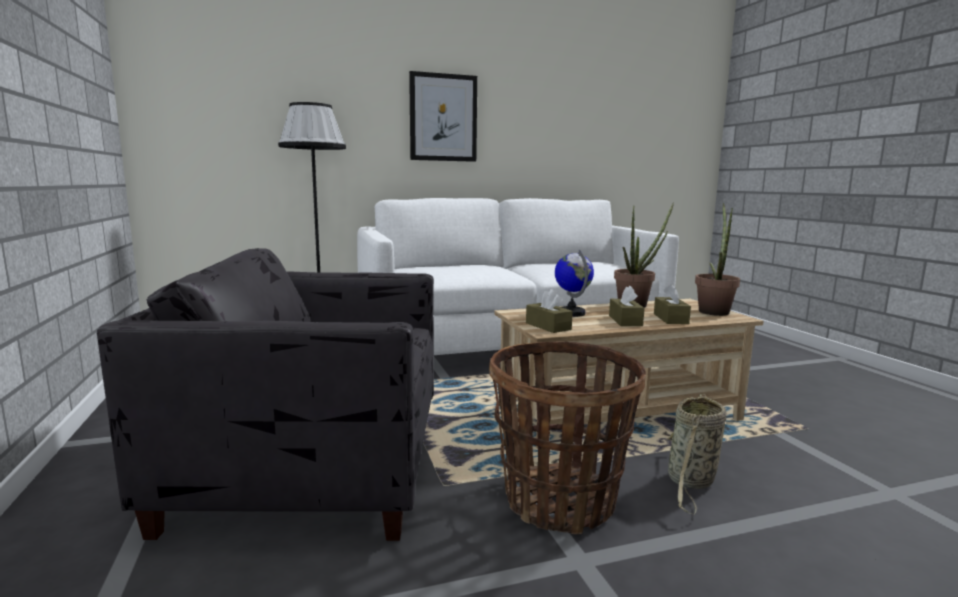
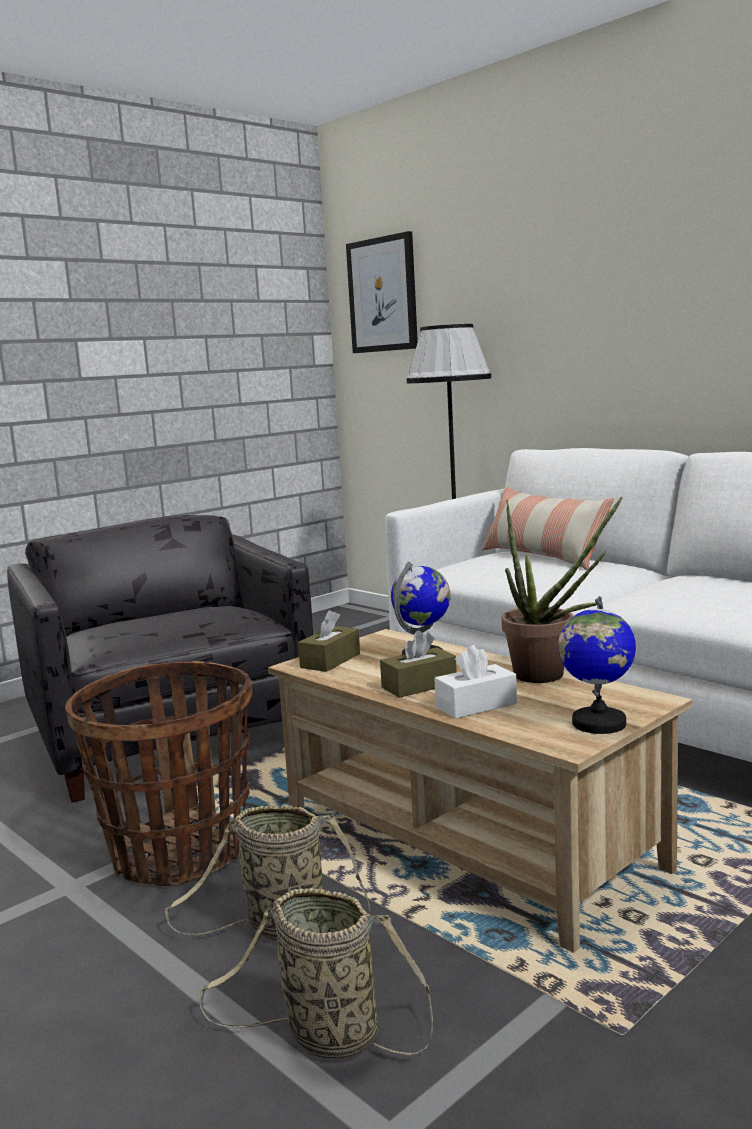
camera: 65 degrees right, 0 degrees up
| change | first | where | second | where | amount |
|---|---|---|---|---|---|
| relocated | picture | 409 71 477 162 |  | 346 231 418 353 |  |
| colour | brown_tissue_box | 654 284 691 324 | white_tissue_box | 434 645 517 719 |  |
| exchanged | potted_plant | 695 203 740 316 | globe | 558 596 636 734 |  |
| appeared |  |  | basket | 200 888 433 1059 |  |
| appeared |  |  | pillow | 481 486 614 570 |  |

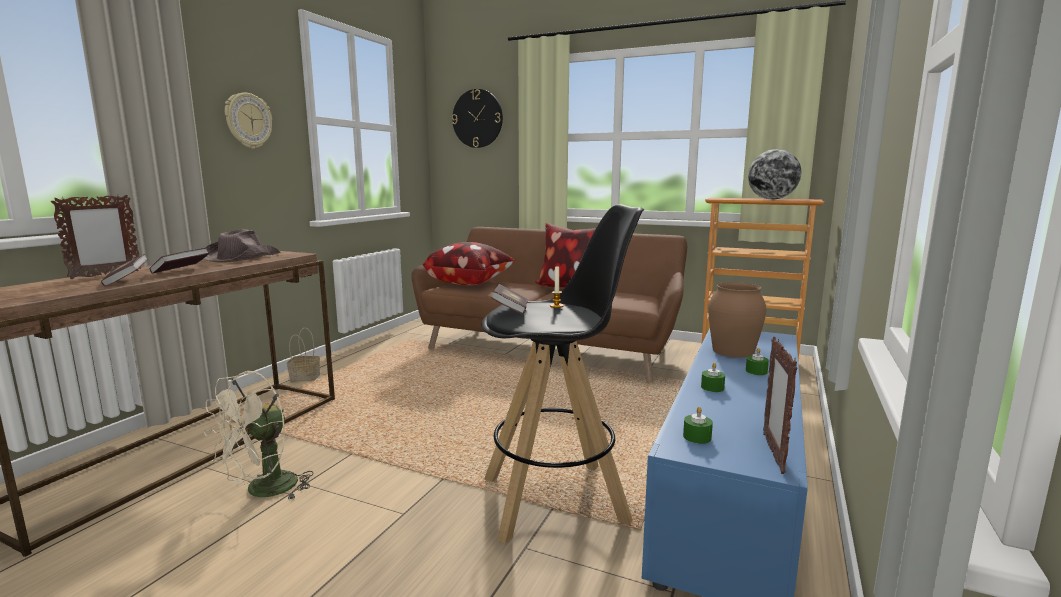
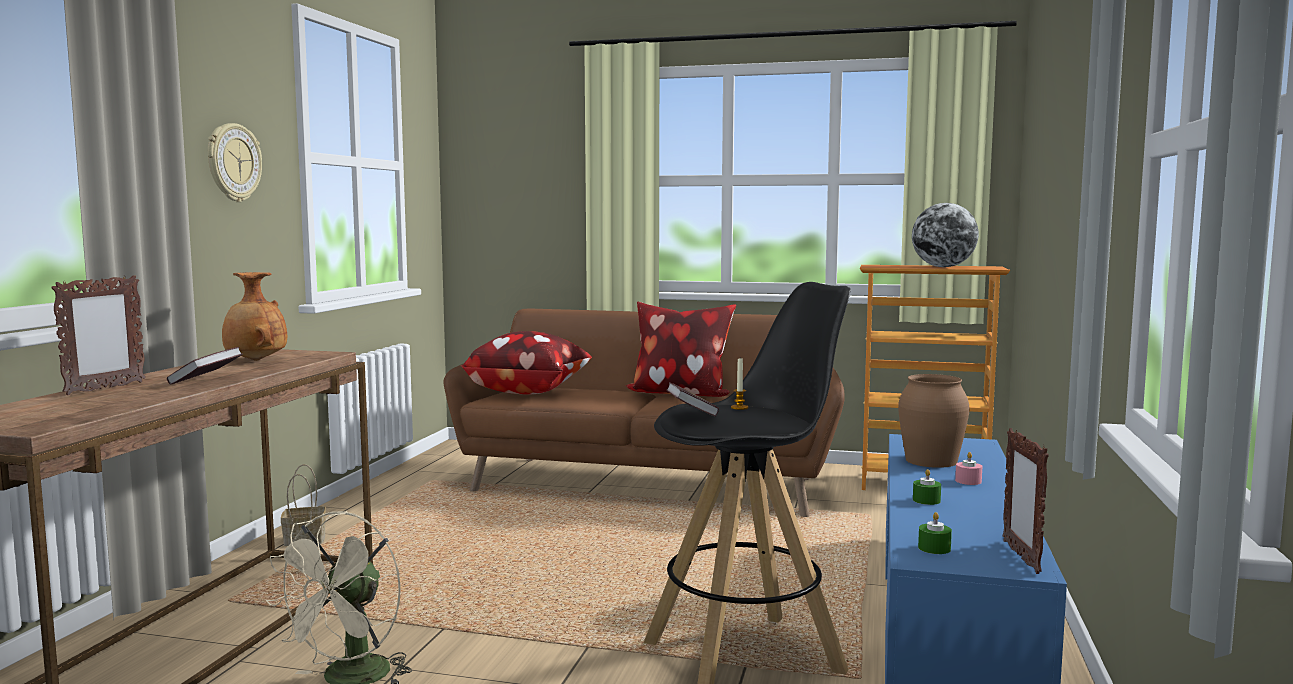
camera: 10 degrees left, 5 degrees down
| change | first | where | second | where | amount |
|---|---|---|---|---|---|
| missing | book | 101 254 148 286 |  |  |  |
| exchanged | brown_hat | 202 229 281 263 | brown_vase | 222 272 287 361 |  |
| missing | wall_clock | 452 89 503 148 |  |  |  |
| colour | green_candle | 746 348 769 375 | pink_candle | 955 452 982 485 |  |

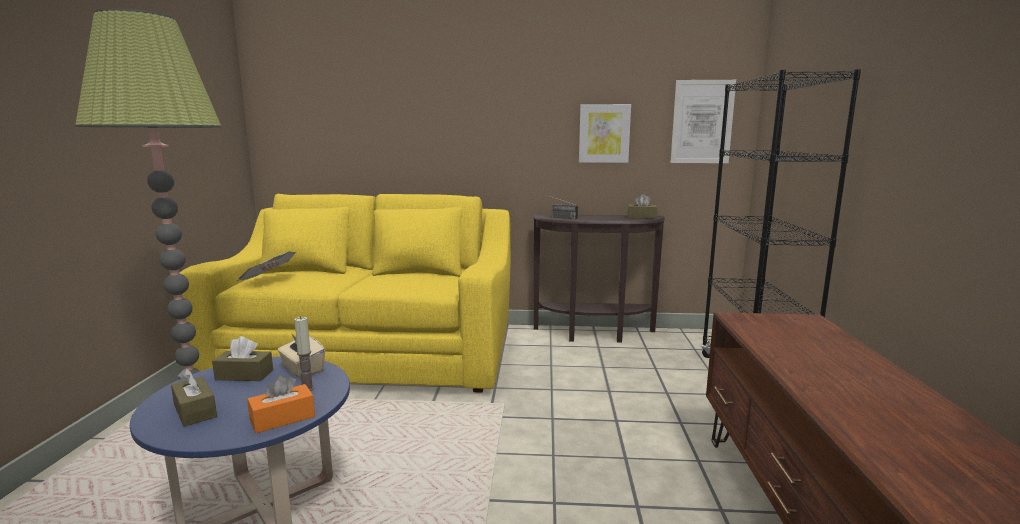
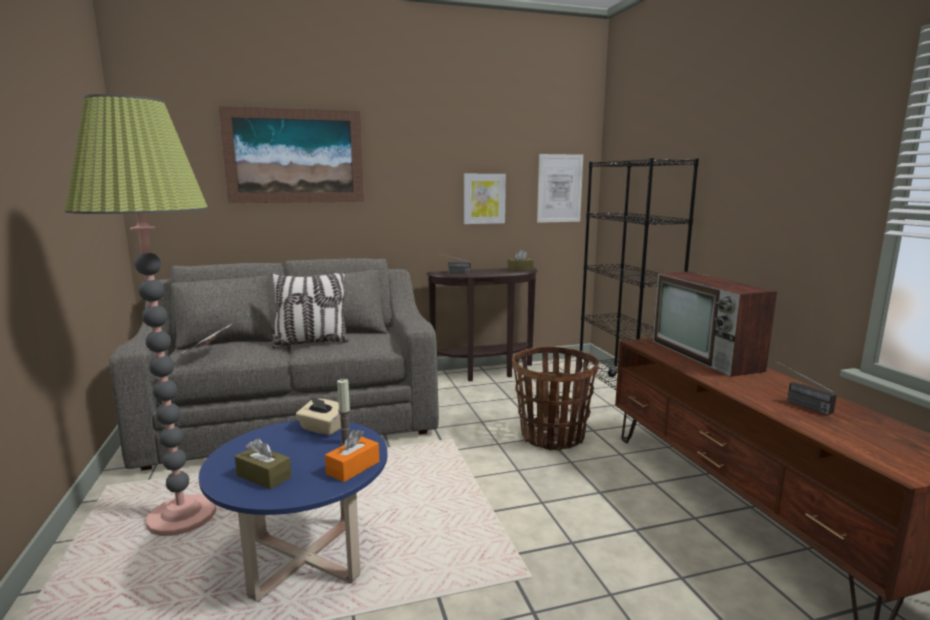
camera: 20 degrees left, 0 degrees up
| change | first | where | second | where | amount |
|---|---|---|---|---|---|
| colour | yellow_sofa | 179 194 511 393 | grey_sofa | 109 259 439 471 |  |
| missing | brown_tissue_box | 212 336 273 381 |  |  |  |
| appeared |  |  | picture | 219 106 364 203 |  |
| appeared |  |  | pillow | 271 272 349 348 |  |
| appeared |  |  | basket | 512 346 599 450 |  |
| appeared |  |  | television | 653 271 777 377 |  |
| appeared |  |  | radio | 775 361 837 415 |  |

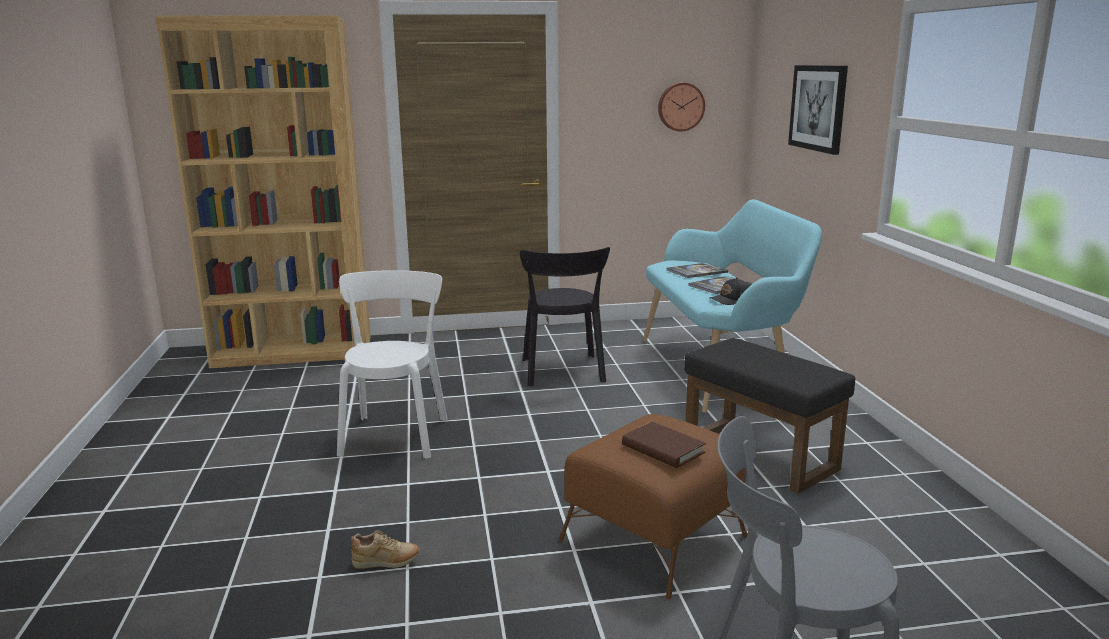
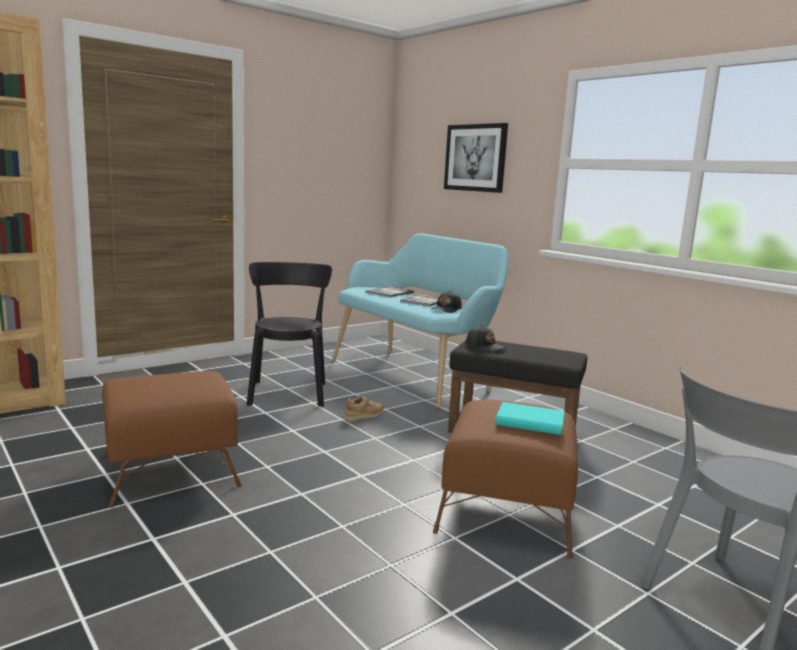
camera: 30 degrees left, 5 degrees down
| change | first | where | second | where | amount |
|---|---|---|---|---|---|
| exchanged | white_chair | 337 270 448 459 | brown_ottoman | 102 371 242 508 |  |
| relocated | beige_shoe | 351 530 420 569 |  | 344 395 384 422 |  |
| spun | black_chair | 520 247 610 386 |  | 247 262 332 407 | 150 degrees counterclockwise |
| colour | brown_book | 622 422 706 468 | turquoise_book | 496 402 565 435 |  |
| missing | wall_clock | 658 83 705 131 |  |  |  |
| appeared |  |  | black_cap | 466 325 506 352 |  |

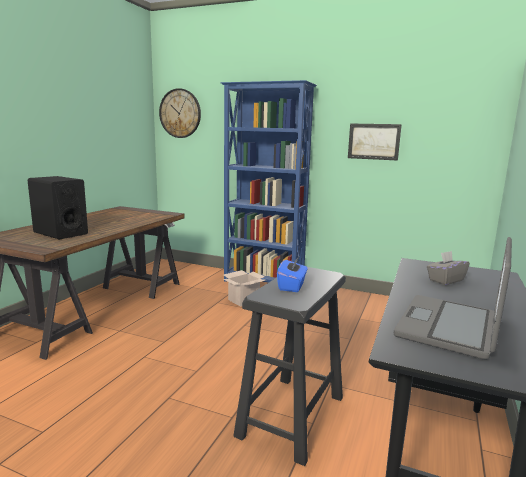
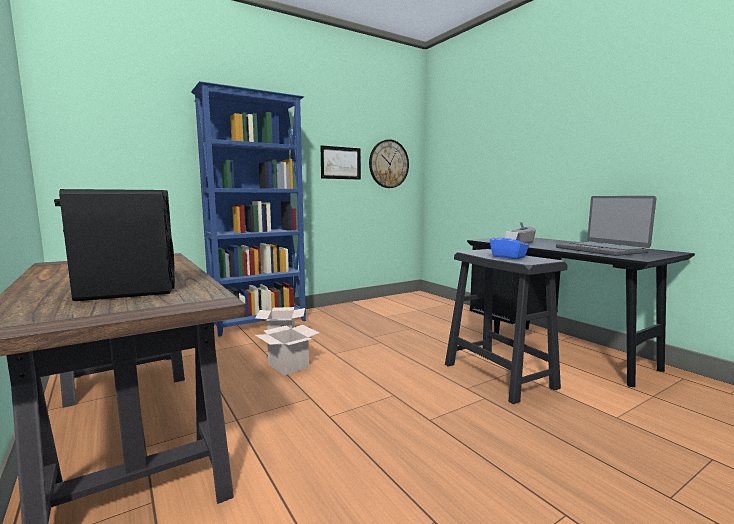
camera: 55 degrees left, 5 degrees down
| change | first | where | second | where | amount |
|---|---|---|---|---|---|
| relocated | wall_clock | 159 88 201 138 |  | 369 139 409 188 |  |
| appeared |  |  | cardboard_box | 255 325 319 375 |  |

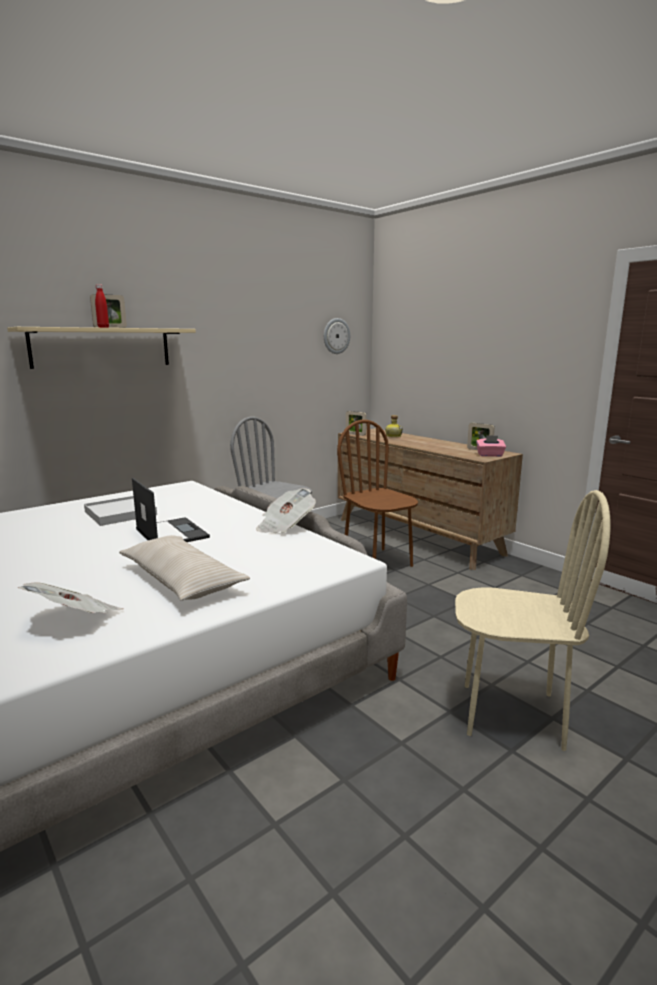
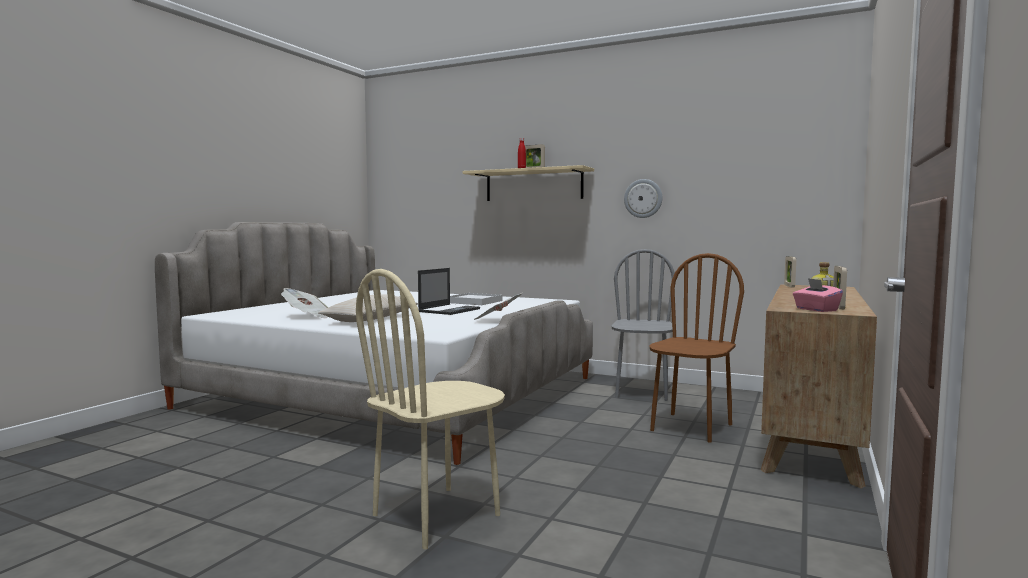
camera: 65 degrees right, 10 degrees down
| change | first | where | second | where | amount |
|---|---|---|---|---|---|
| relocated | wall_clock | 324 318 350 354 |  | 624 179 662 218 |  |
| spun | beige_chair | 455 490 611 751 |  | 356 269 505 550 | 60 degrees clockwise |

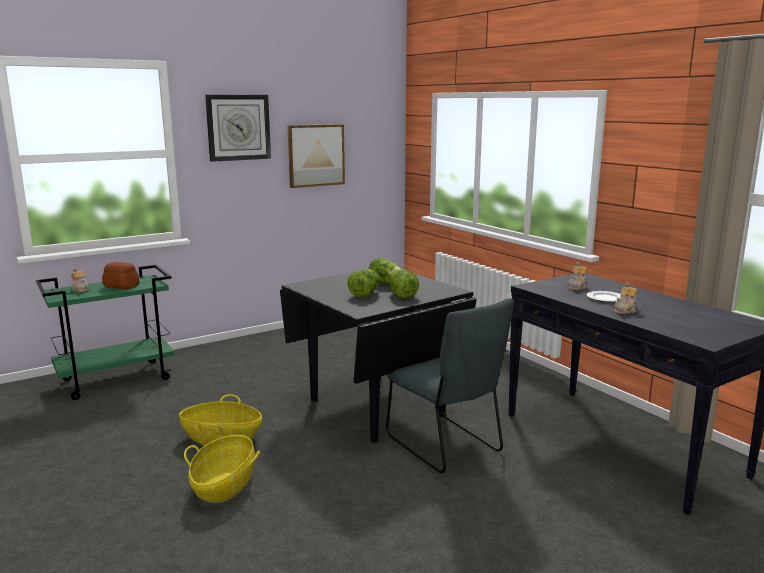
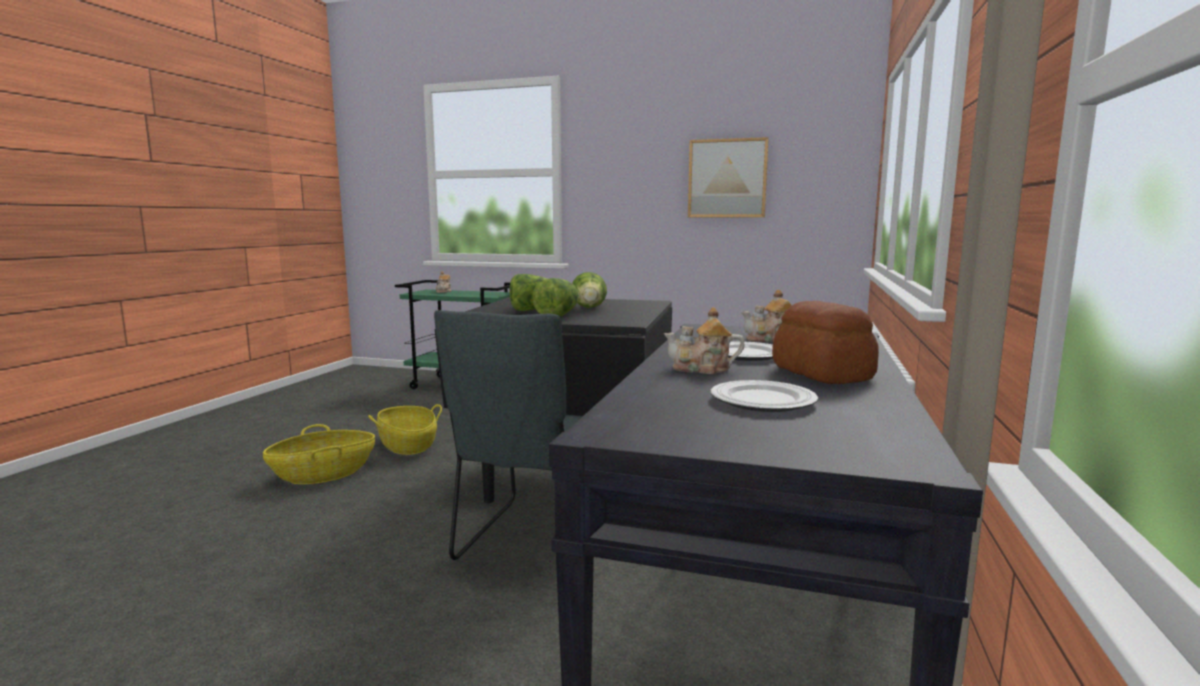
camera: 50 degrees right, 5 degrees down
| change | first | where | second | where | amount |
|---|---|---|---|---|---|
| relocated | bread | 102 262 139 289 |  | 772 301 879 384 |  |
| missing | wall_clock | 205 94 271 162 |  |  |  |
| appeared |  |  | plate | 711 380 818 412 |  |

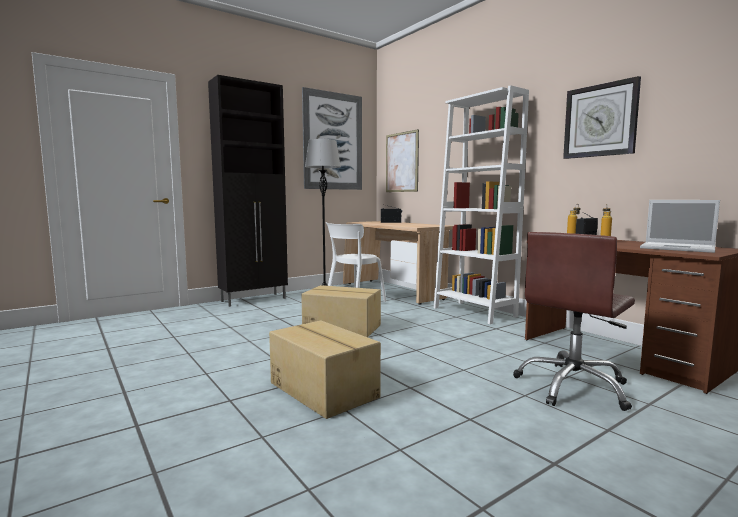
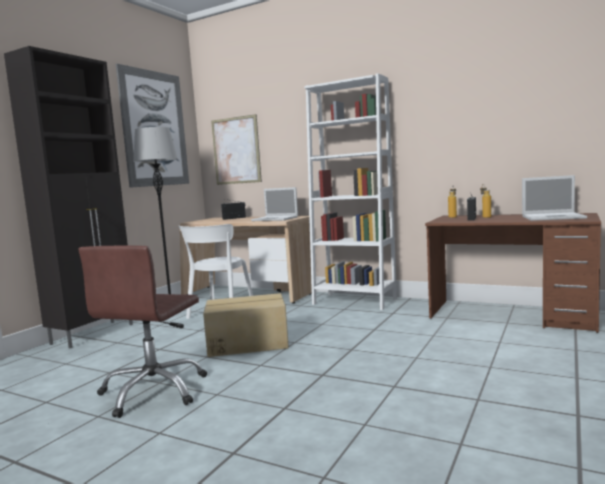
camera: 25 degrees left, 0 degrees up
| change | first | where | second | where | amount |
|---|---|---|---|---|---|
| missing | cardboard_box | 269 320 381 419 |  |  |  |
| relocated | brown_office_chair | 513 232 635 411 |  | 79 245 207 418 |  |
| missing | wall_clock | 563 76 641 159 |  |  |  |
| appeared |  |  | laptop | 251 187 298 221 |  |

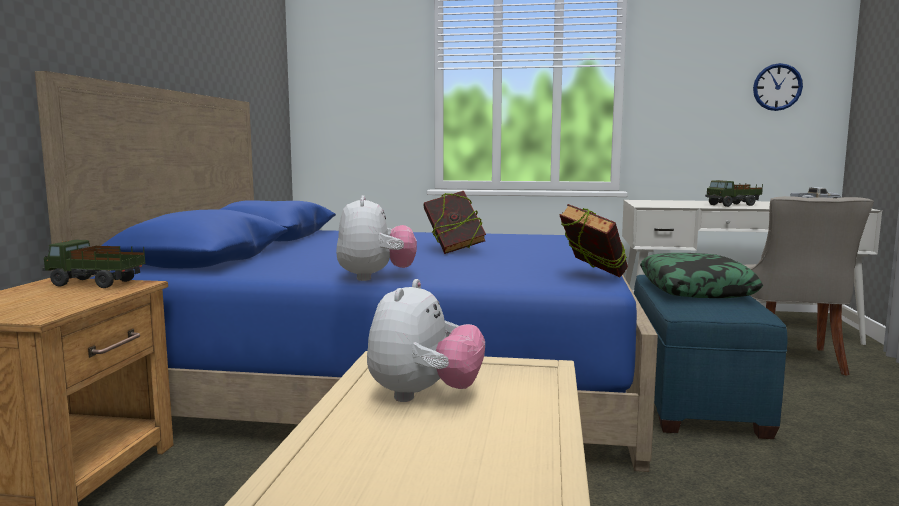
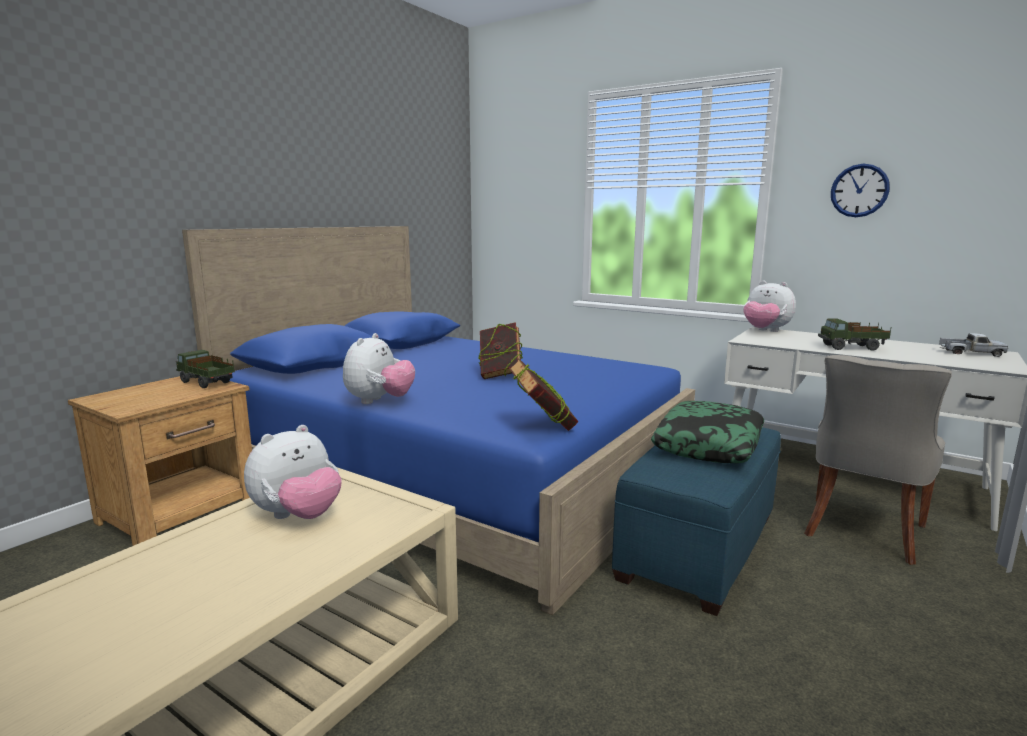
camera: 25 degrees right, 5 degrees up
| change | first | where | second | where | amount |
|---|---|---|---|---|---|
| relocated | wall_clock | 753 63 803 111 |  | 831 164 890 217 |  |
| appeared |  |  | plush_toy | 743 281 796 332 |  |

